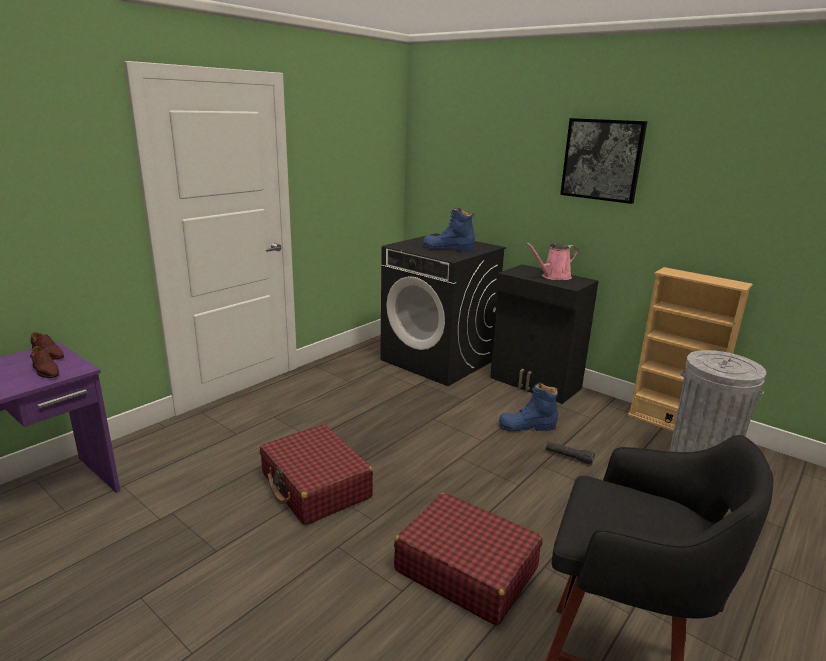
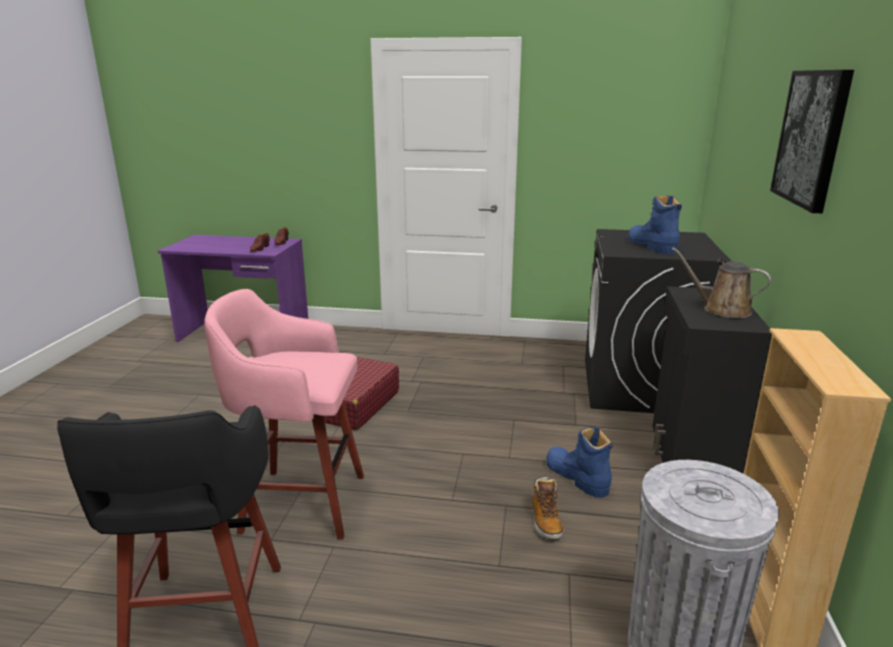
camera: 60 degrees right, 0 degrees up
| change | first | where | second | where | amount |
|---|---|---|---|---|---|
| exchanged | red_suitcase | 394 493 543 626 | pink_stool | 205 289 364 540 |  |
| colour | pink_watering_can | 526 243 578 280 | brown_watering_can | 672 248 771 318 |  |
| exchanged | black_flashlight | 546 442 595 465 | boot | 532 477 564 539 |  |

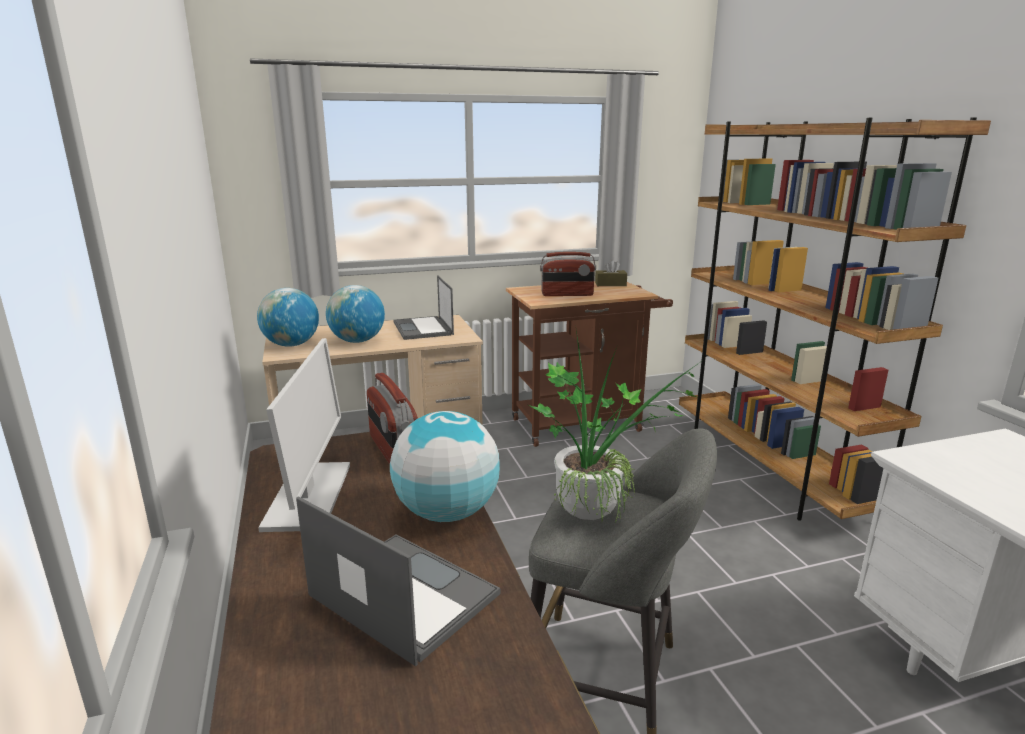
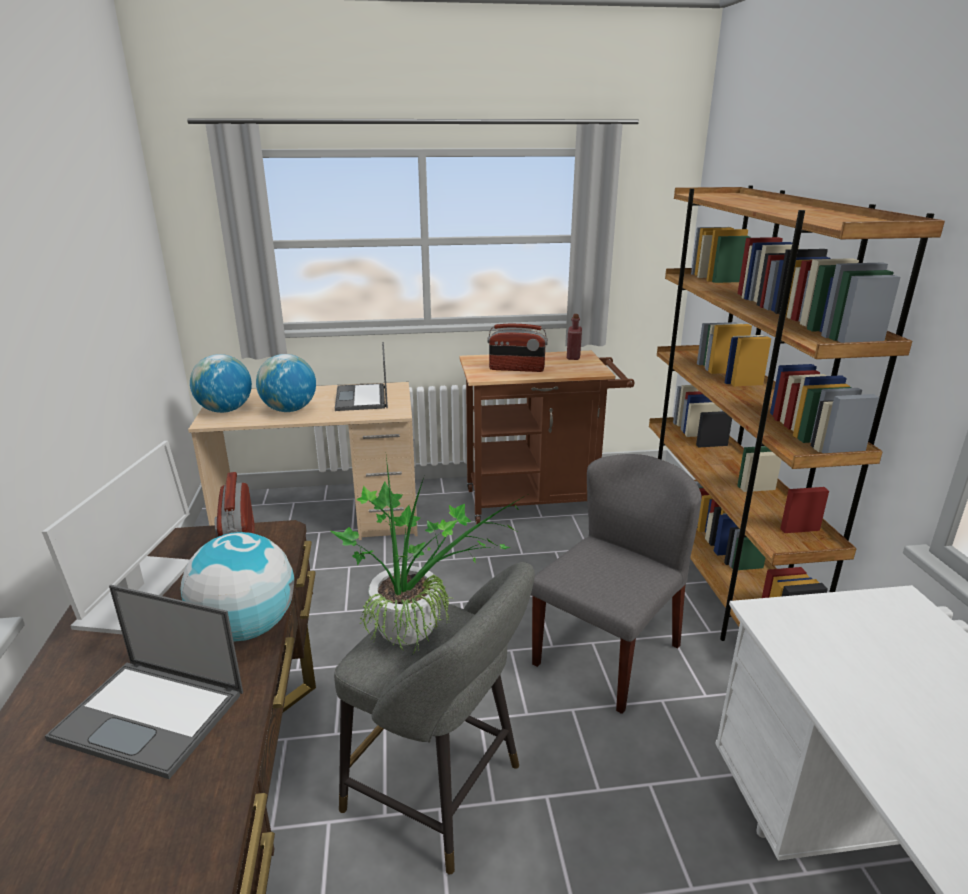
camera: 10 degrees right, 5 degrees up
| change | first | where | second | where | amount |
|---|---|---|---|---|---|
| spun | laptop | 296 496 500 666 |  | 45 585 243 779 | 150 degrees clockwise |
| exchanged | brown_tissue_box | 595 260 627 286 | red_bottle | 567 314 582 360 |  |
| appeared |  |  | grey_chair | 531 454 702 714 |  |

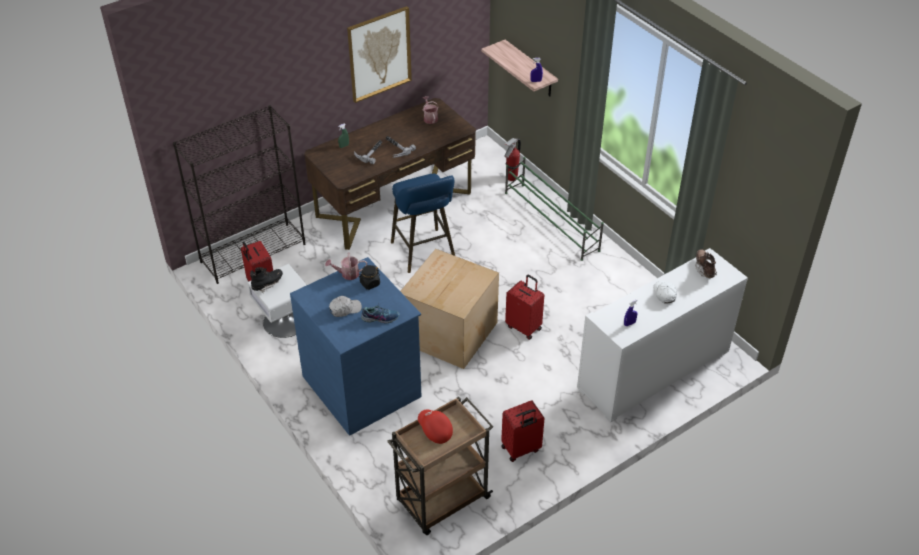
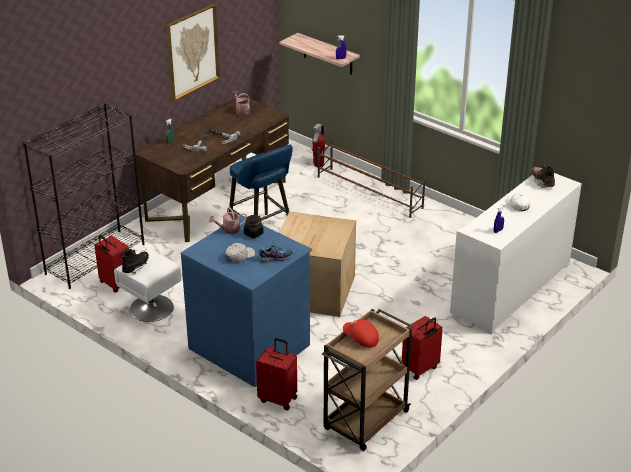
camera: 15 degrees left, 10 degrees down
| change | first | where | second | where | amount |
|---|---|---|---|---|---|
| colour | green_shoe_rack | 505 157 604 261 | brown_shoe_rack | 318 139 426 218 |  |
| relocated | red_suitcase | 505 275 544 340 |  | 256 338 297 410 |  |

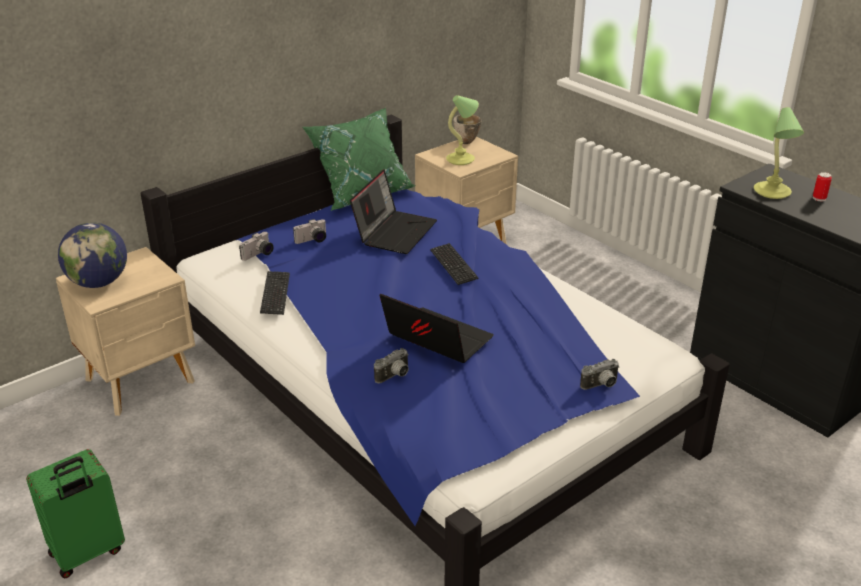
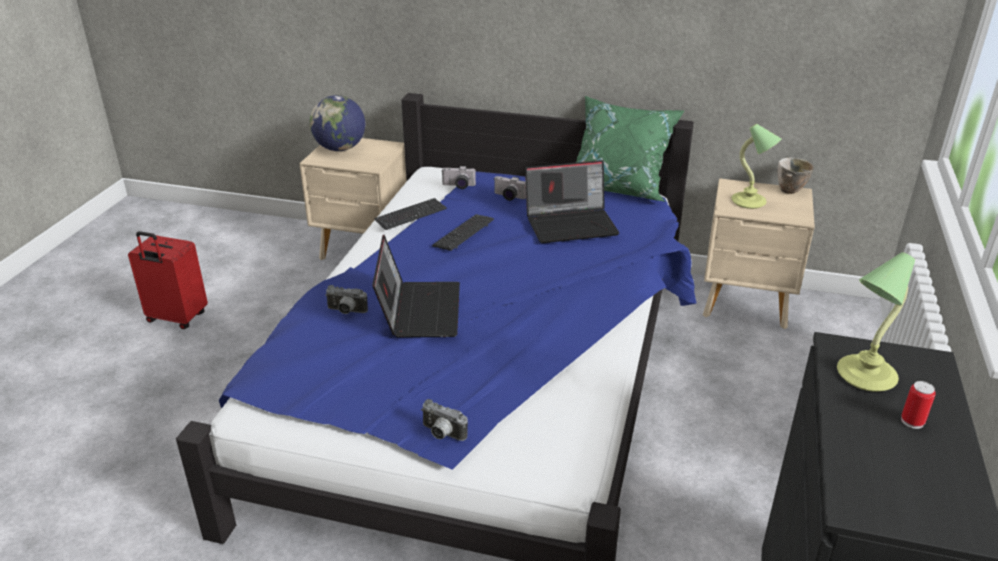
camera: 55 degrees right, 0 degrees up
| change | first | where | second | where | amount |
|---|---|---|---|---|---|
| colour | green_suitcase | 26 449 125 578 | red_suitcase | 128 231 208 329 |  |
| relocated | keyboard | 430 243 479 285 |  | 432 214 494 251 |  |

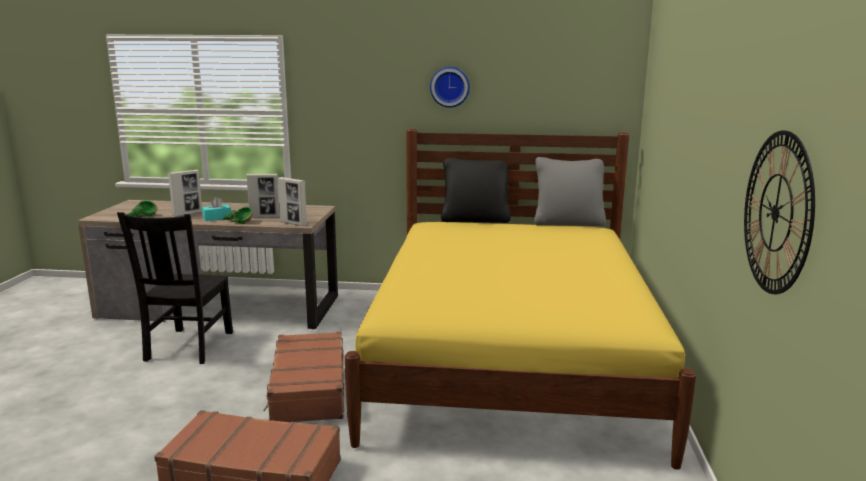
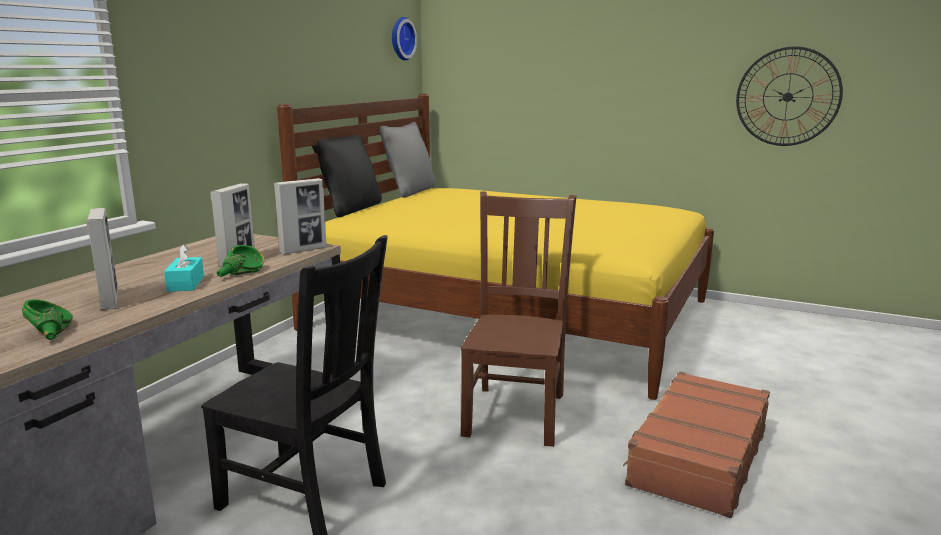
camera: 70 degrees left, 0 degrees up
| change | first | where | second | where | amount |
|---|---|---|---|---|---|
| exchanged | brown_suitcase | 263 332 344 422 | brown_chair | 461 192 577 447 |  |
| relocated | wall_clock | 430 67 470 108 |  | 392 17 417 61 |  |

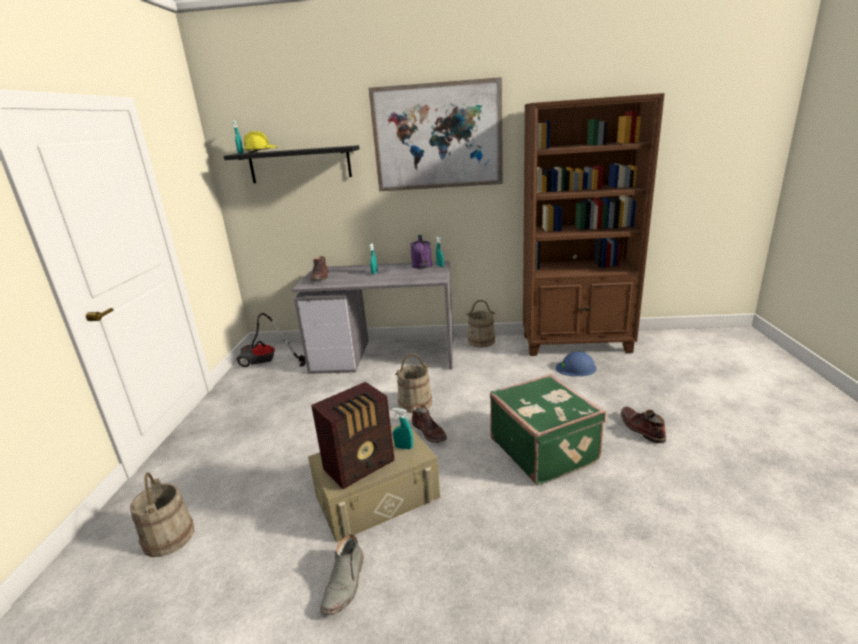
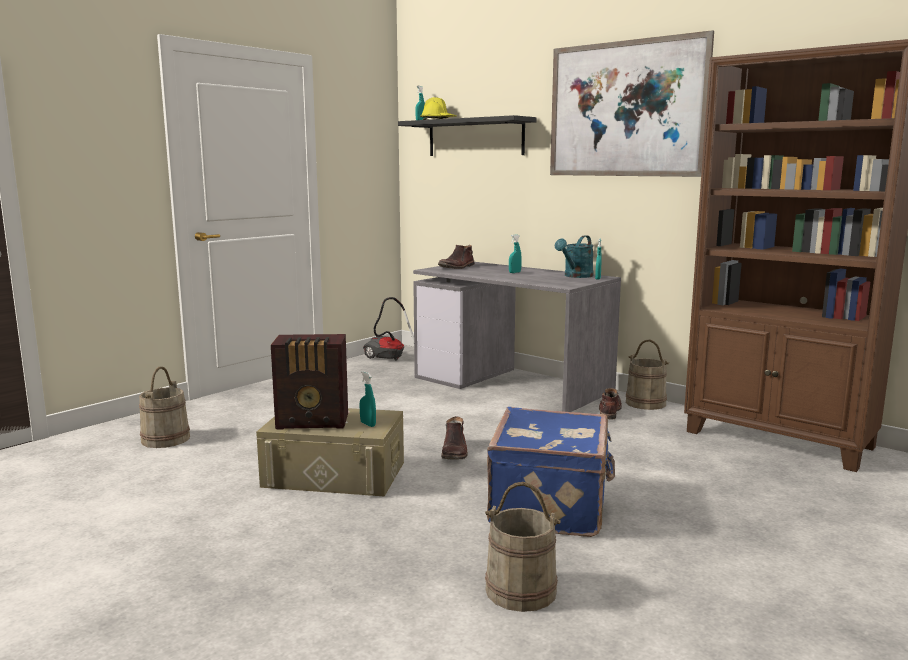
camera: 35 degrees right, 10 degrees down
| change | first | where | second | where | amount |
|---|---|---|---|---|---|
| missing | grey_boot | 320 534 364 615 |  |  |  |
| relocated | beige_bucket | 395 354 432 413 |  | 485 482 561 612 |  |
| colour | purple_watering_can | 410 235 432 269 | turquoise_watering_can | 555 235 594 278 |  |
| colour | green_suitcase | 490 374 606 485 | blue_suitcase | 487 407 615 537 |  |
| missing | blue_hard_hat | 556 352 596 376 |  |  |  |
| relocated | brown_boot | 621 407 666 443 |  | 599 388 622 419 |  |

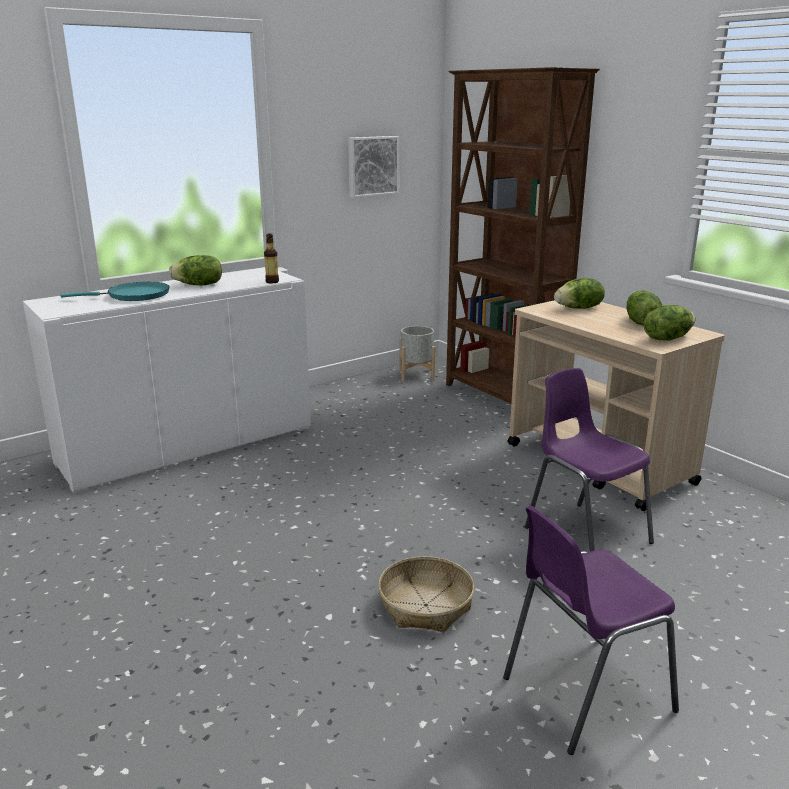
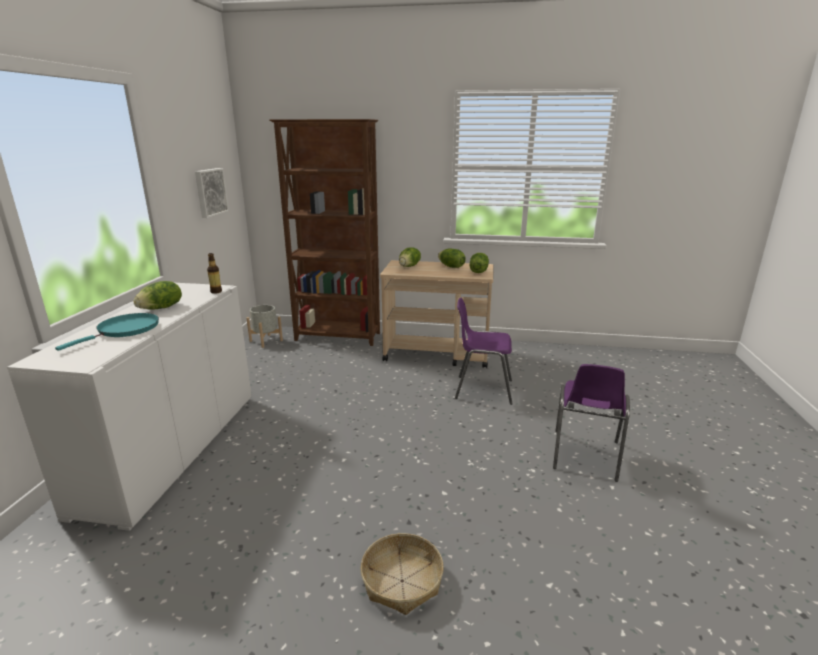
camera: 45 degrees left, 0 degrees up
| change | first | where | second | where | amount |
|---|---|---|---|---|---|
| relocated | basket | 378 556 475 632 |  | 361 533 444 615 |  |

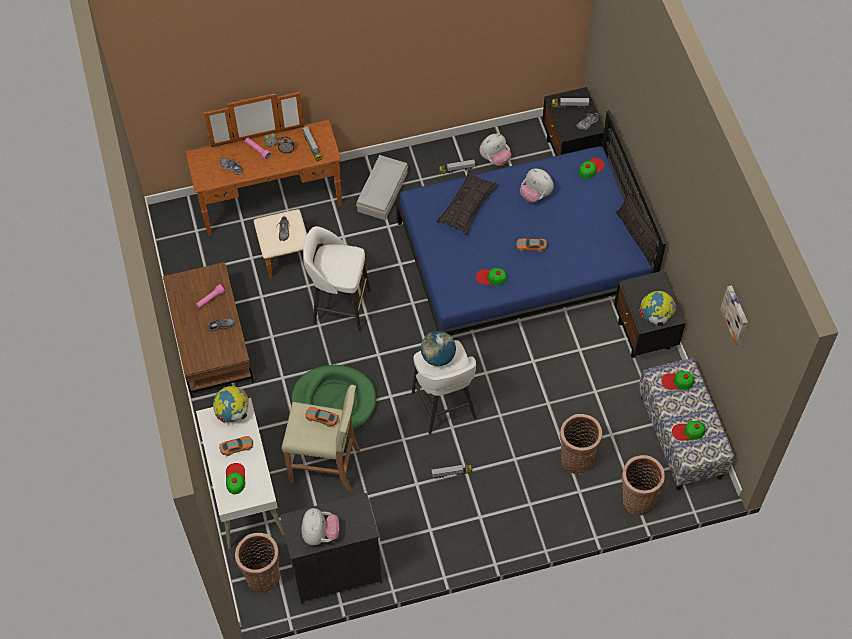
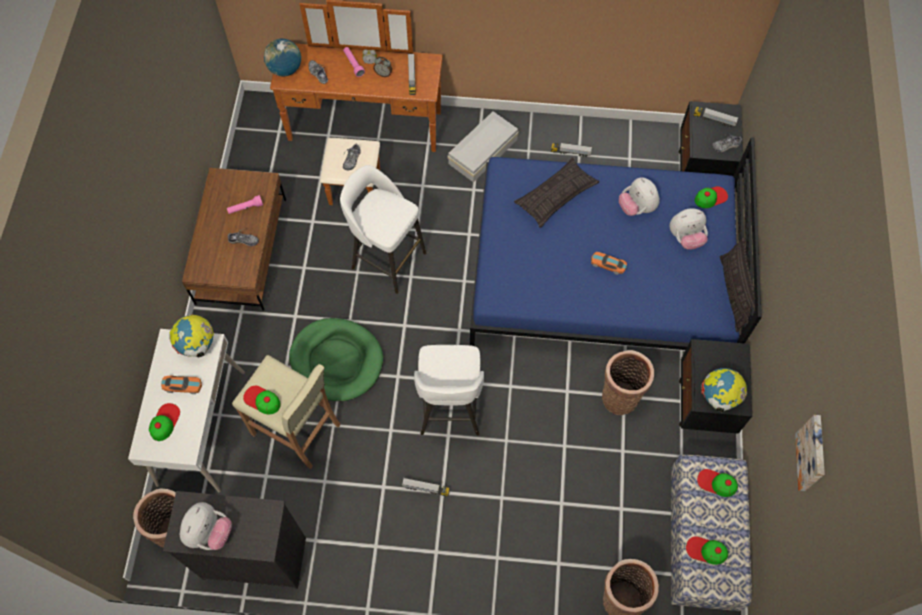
camera: 20 degrees right, 5 degrees up
| change | first | where | second | where | amount |
|---|---|---|---|---|---|
| missing | toy_car | 306 407 338 427 |  |  |  |
| relocated | globe | 421 331 456 366 |  | 264 39 301 76 |  |
| relocated | cap | 476 268 507 286 |  | 243 386 281 414 |  |
| relocated | plush_toy | 480 134 511 166 |  | 670 208 708 250 |  |
| relocated | basket | 560 414 602 474 |  | 602 350 654 415 |  |

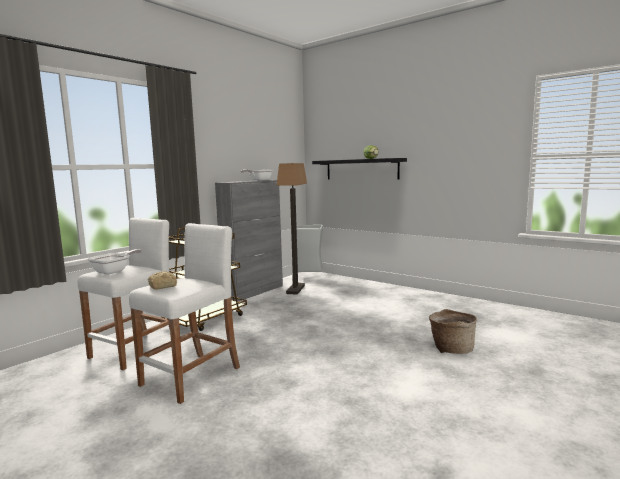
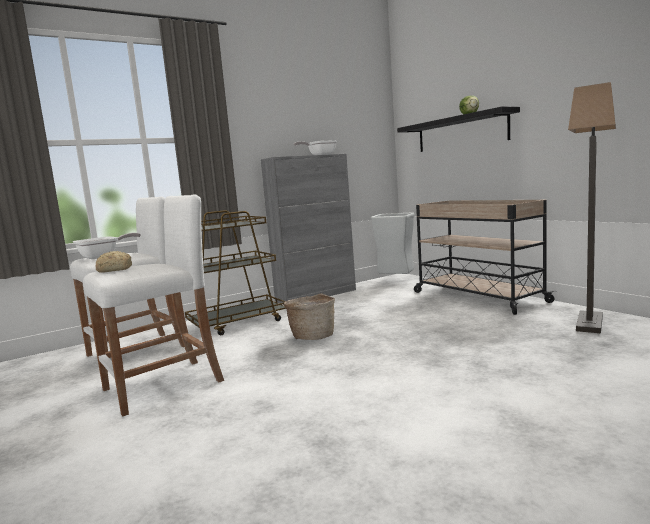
camera: 20 degrees right, 0 degrees up
| change | first | where | second | where | amount |
|---|---|---|---|---|---|
| relocated | floor_lamp | 277 163 307 295 |  | 568 82 616 333 |  |
| relocated | basket | 429 309 477 354 |  | 284 293 335 340 |  |
| appeared |  |  | beige_cart | 414 200 556 315 |  |

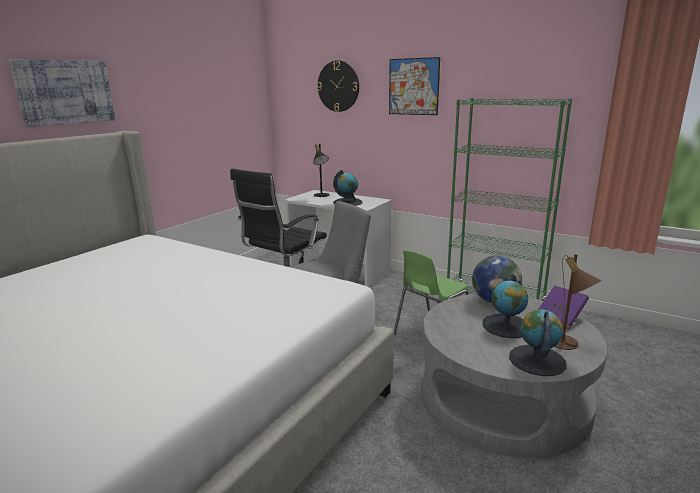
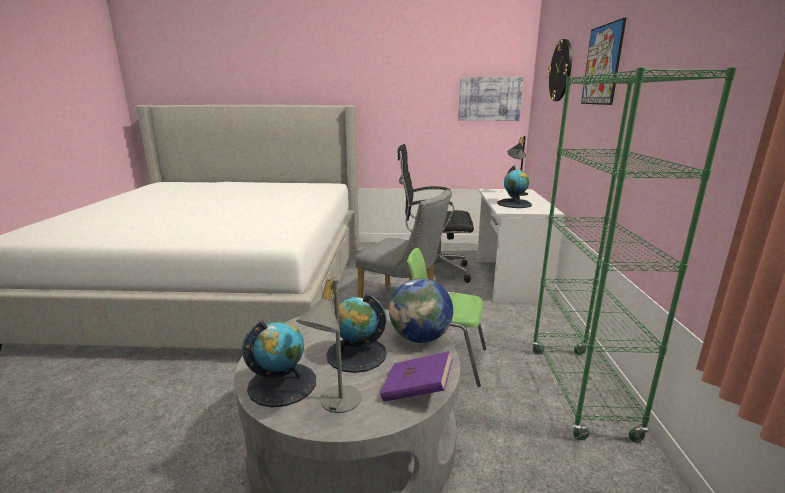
camera: 60 degrees right, 0 degrees up
| change | first | where | second | where | amount |
|---|---|---|---|---|---|
| relocated | picture | 9 59 115 127 |  | 458 77 524 121 |  |
| colour | brown_table_lamp | 554 254 602 350 | grey_table_lamp | 296 277 361 413 |  |

